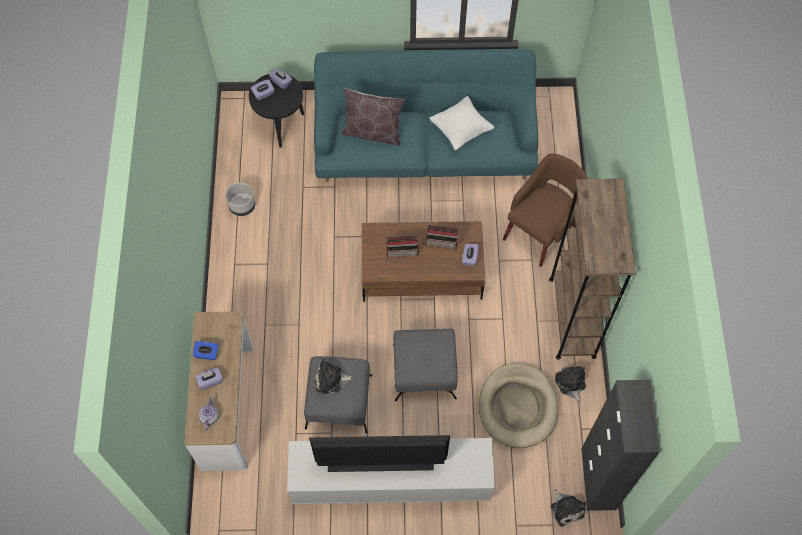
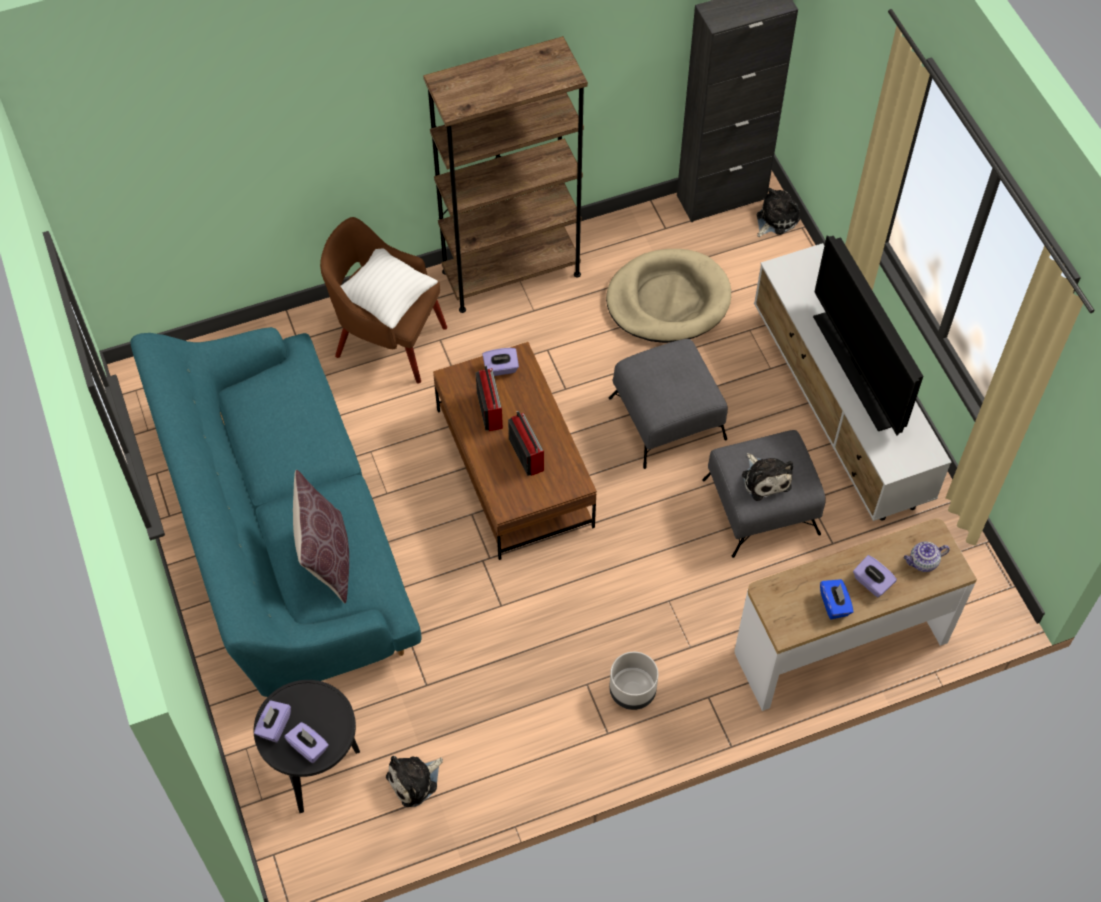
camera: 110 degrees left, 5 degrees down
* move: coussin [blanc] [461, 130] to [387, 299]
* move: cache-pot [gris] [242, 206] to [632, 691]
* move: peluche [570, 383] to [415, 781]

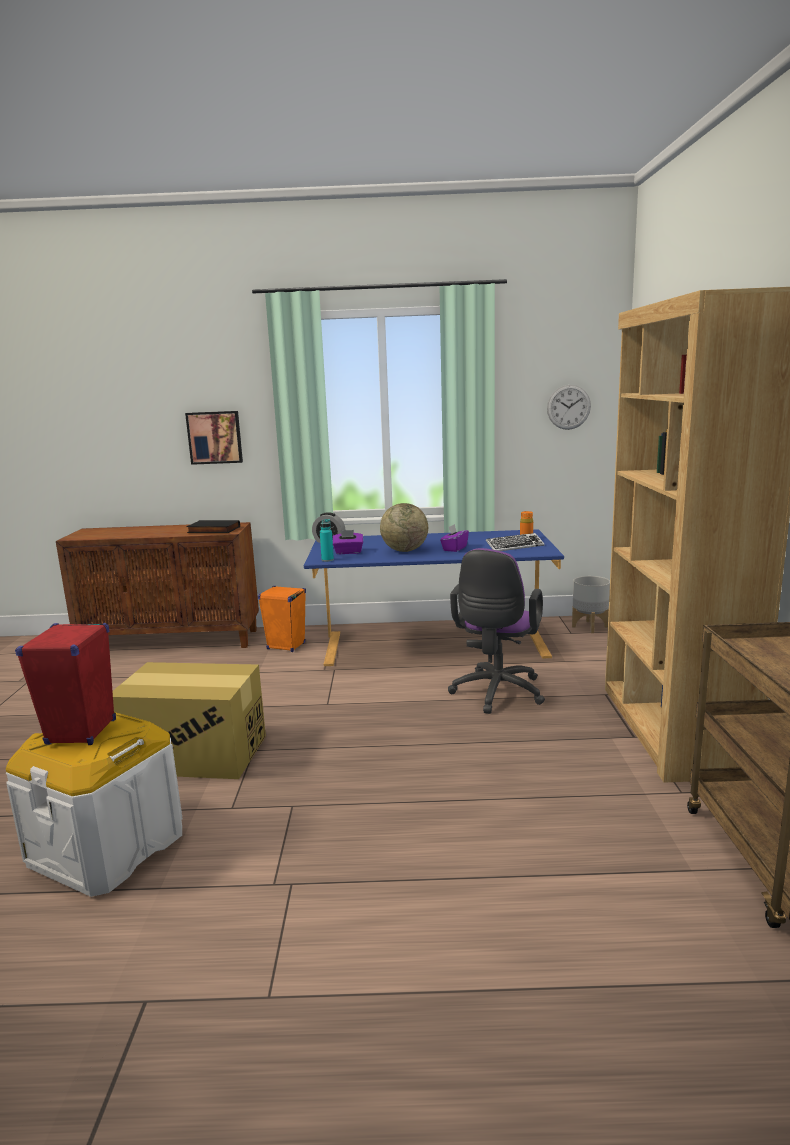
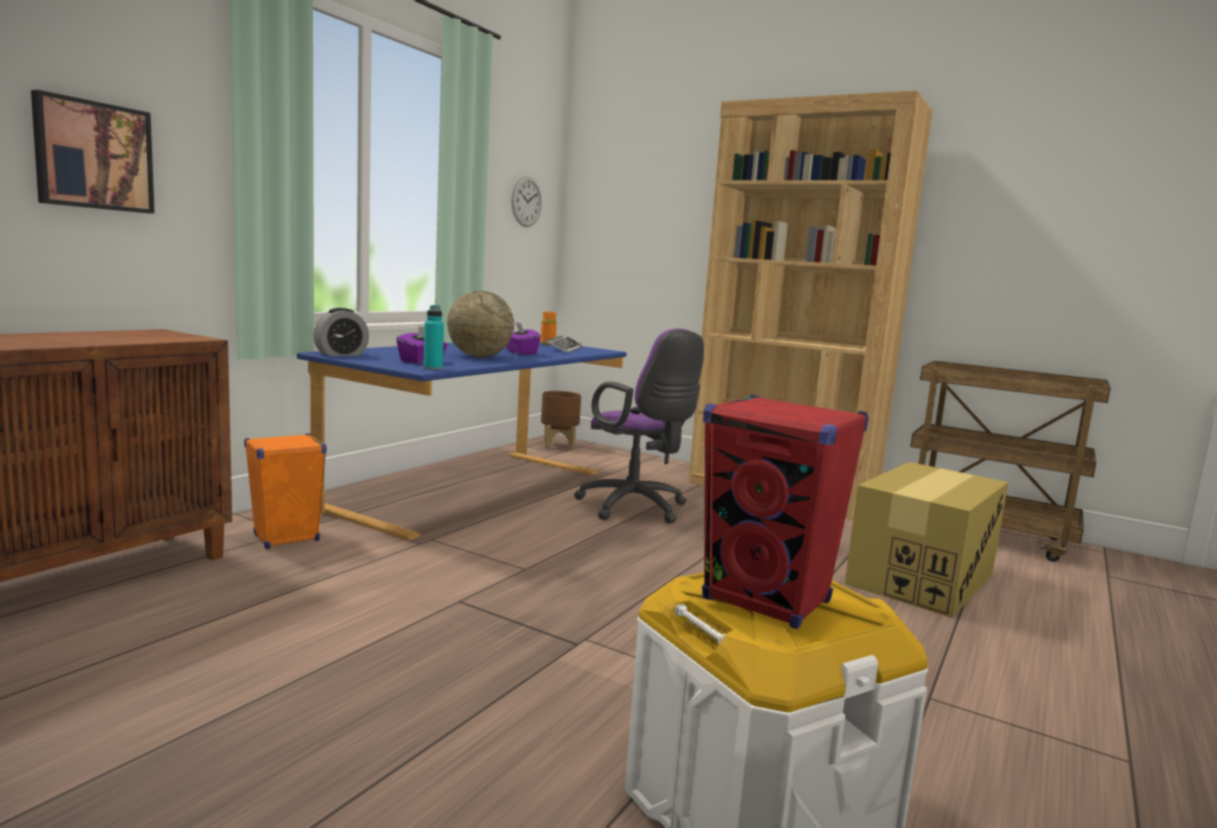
camera: 60 degrees left, 5 degrees down
* delete: livre [noir] [213, 530]
* recolor: cache-pot [gris] [590, 627] to cache-pot [marron] [559, 446]
* move: carton [195, 754] to [921, 578]

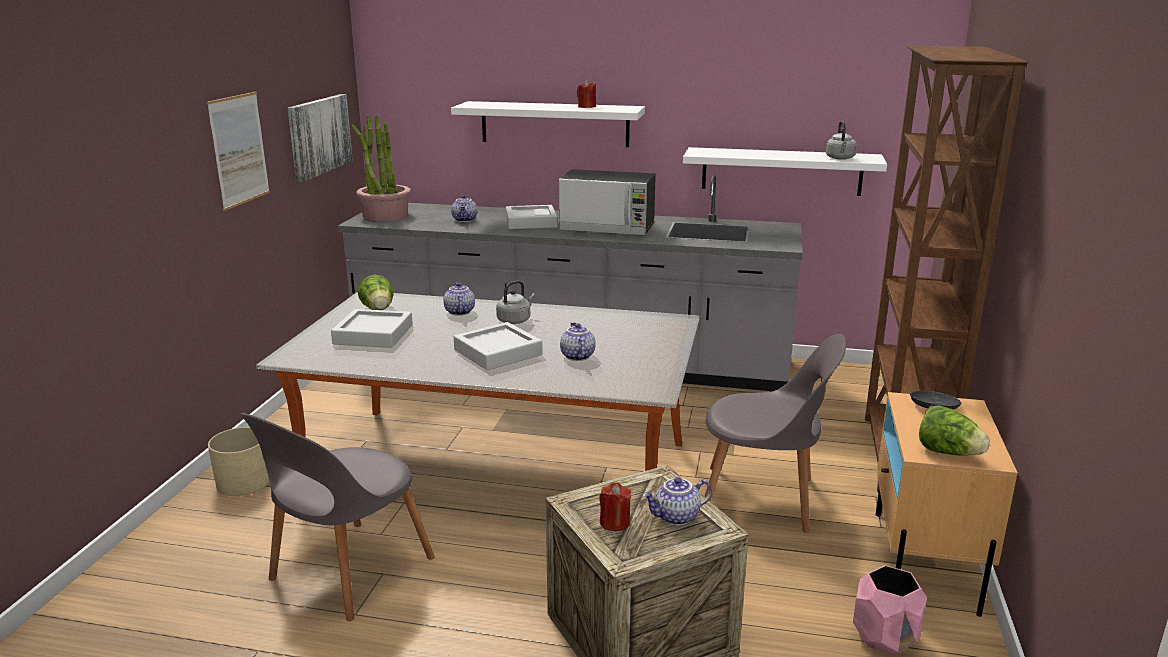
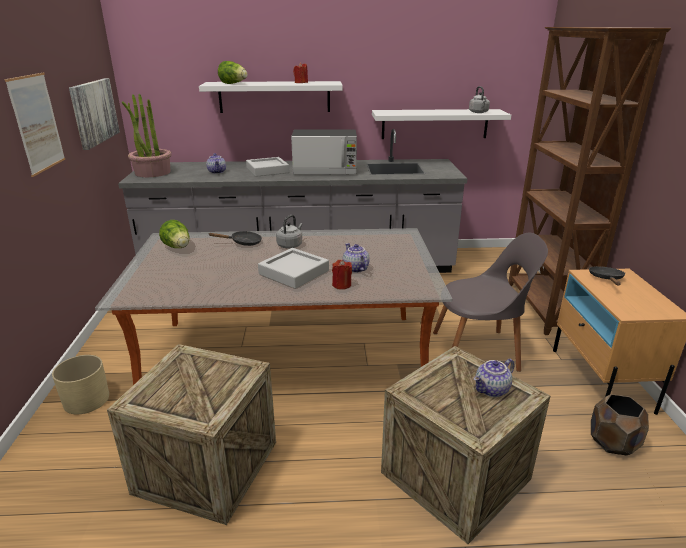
camera: 15 degrees left, 5 degrees up
* replace: théière [459, 312] to poêle [noir] [243, 242]
* delete: plateau [gris] [373, 334]
* move: laitue [948, 453] to [233, 84]
* replace: chaise [gris] [347, 572] to caisse [207, 467]
* move: bougie [rouge] [614, 523] to [341, 285]
* recolor: cache-pot [rose] [886, 637] to cache-pot [marron] [613, 442]

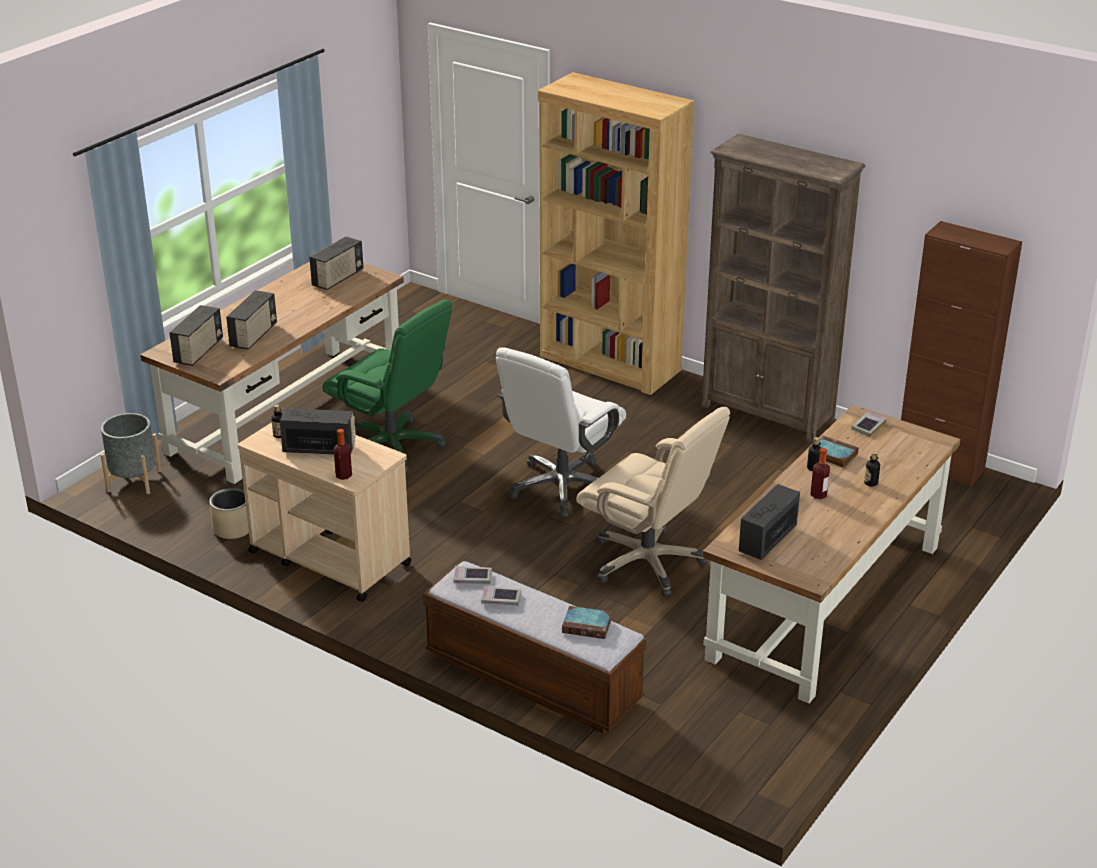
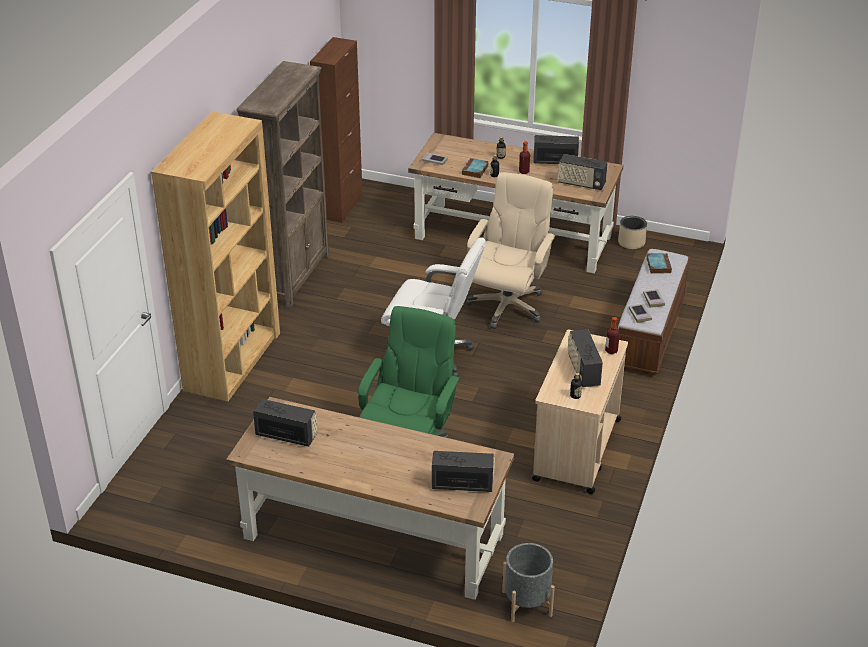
camera: 105 degrees left, 5 degrees up
* move: radio [254, 336] to [555, 161]
* move: cache-pot [beige] [233, 528] to [631, 243]

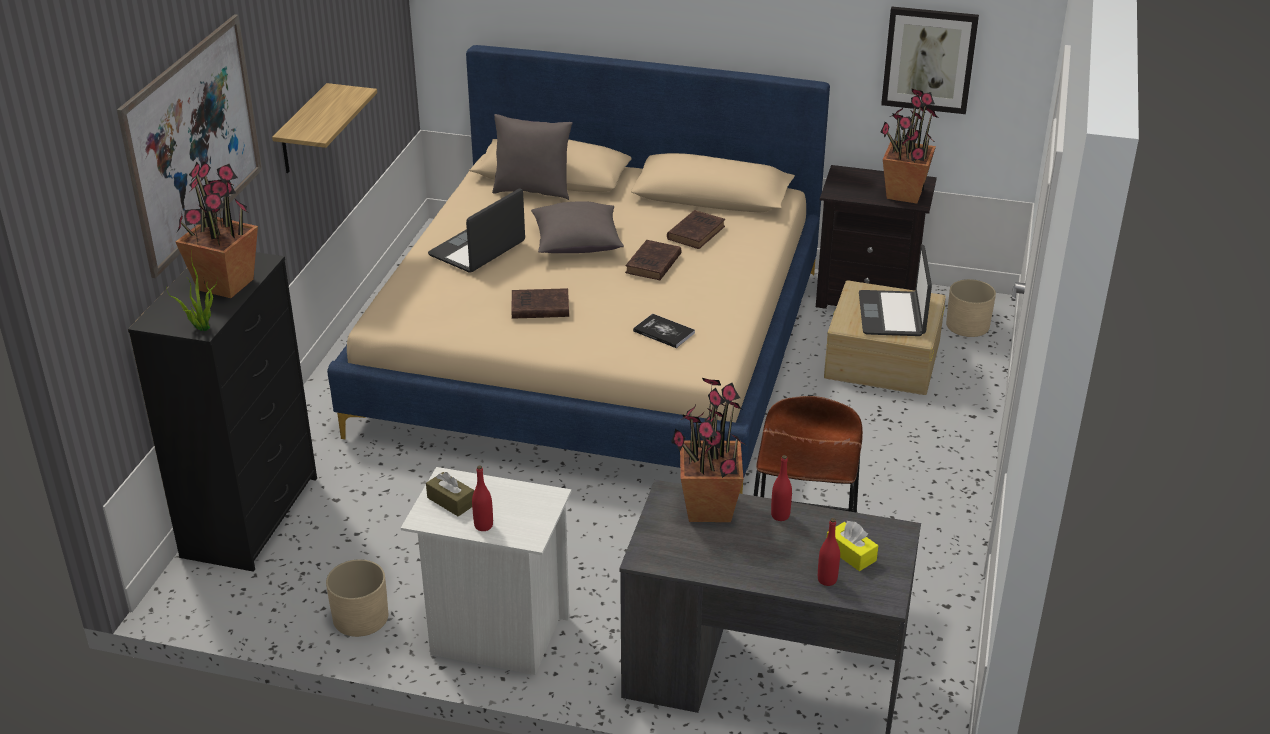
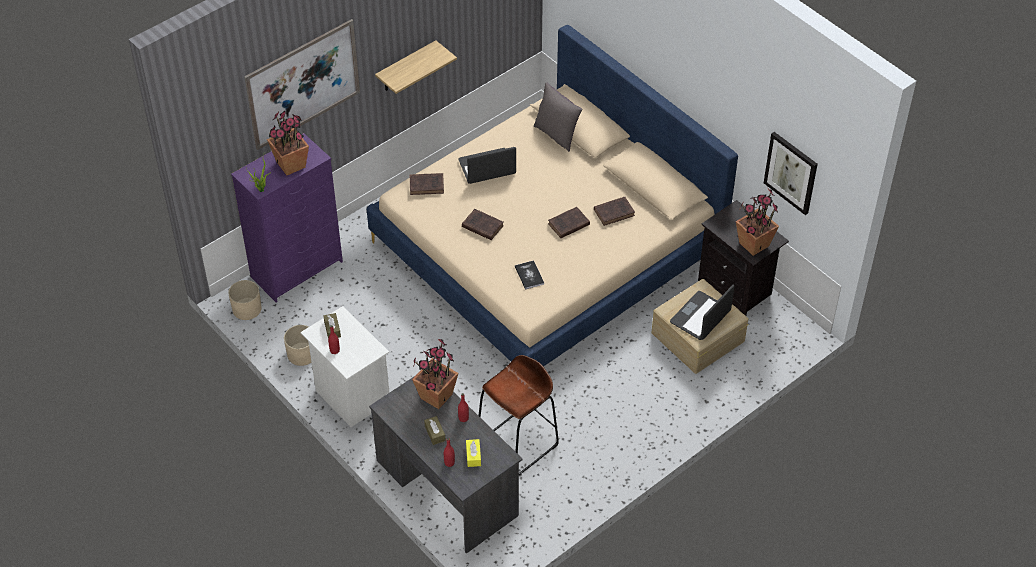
camera: 35 degrees right, 15 degrees up
* delete: coussin [gris] [577, 244]
* recolor: commode [noir] [251, 515] to commode [violet] [297, 269]
* move: cache-pot [beige] [968, 325] to [247, 309]
* insert: livre [marron] [427, 185]
* insert: boîte à mouchoirs [marron] [435, 433]

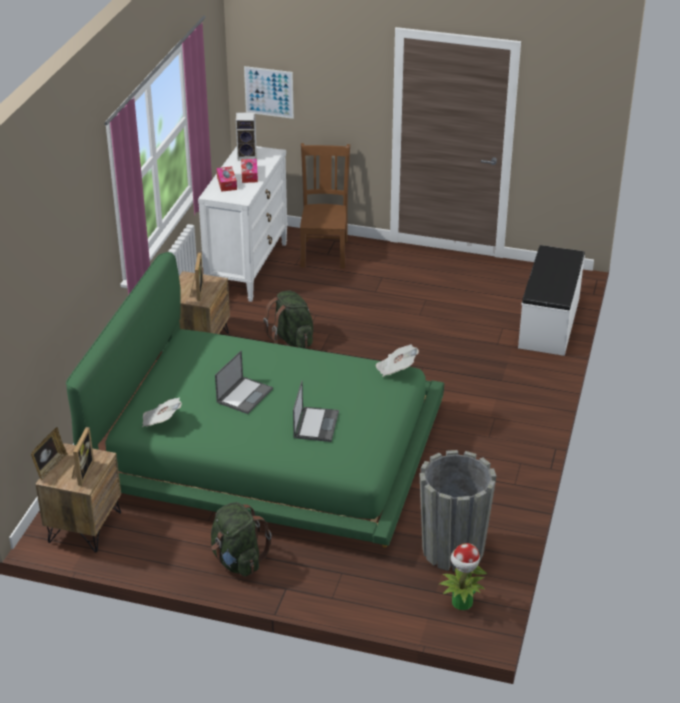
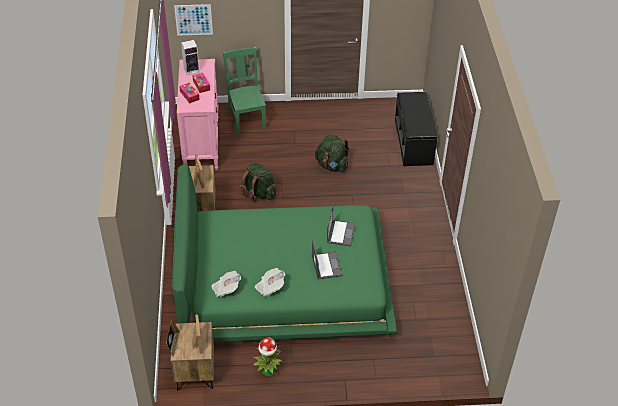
camera: 20 degrees left, 10 degrees up
* recolor: chaise [marron] [324, 252] to chaise [vert] [246, 119]
* recolor: commode [blanc] [247, 268] to commode [rose] [201, 143]
* recolor: banc [blanc] [550, 323] to banc [noir] [414, 142]
* move: journal [396, 369] to [270, 287]
* move: ordinateur portable [245, 395] to [341, 233]
* delete: cache-pot [gris] [453, 549]
* move: sac à dos [vert] [238, 561] to [332, 165]
* move: plante en pot [462, 603] to [268, 370]

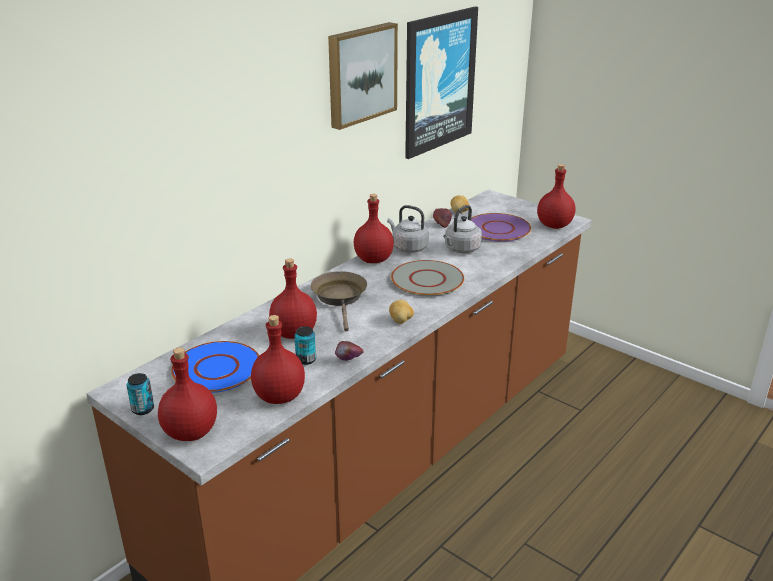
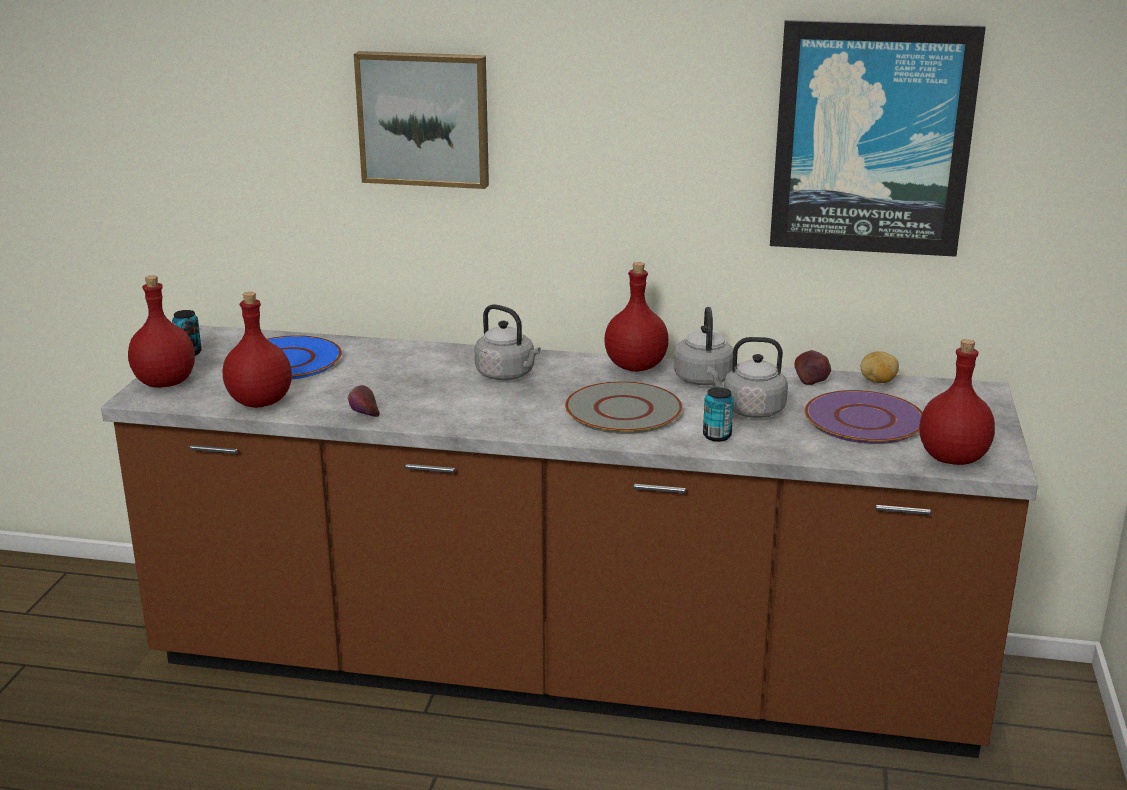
camera: 60 degrees right, 5 degrees down
* move: tableau [360, 74] to [424, 118]
* delete: bouteille [rouge] [294, 333]
* replace: poêle [marron] [340, 298] to bouilloire [gris] [507, 375]
* delete: pomme de terre [401, 321]
* move: boîte métallique [306, 360] to [717, 436]

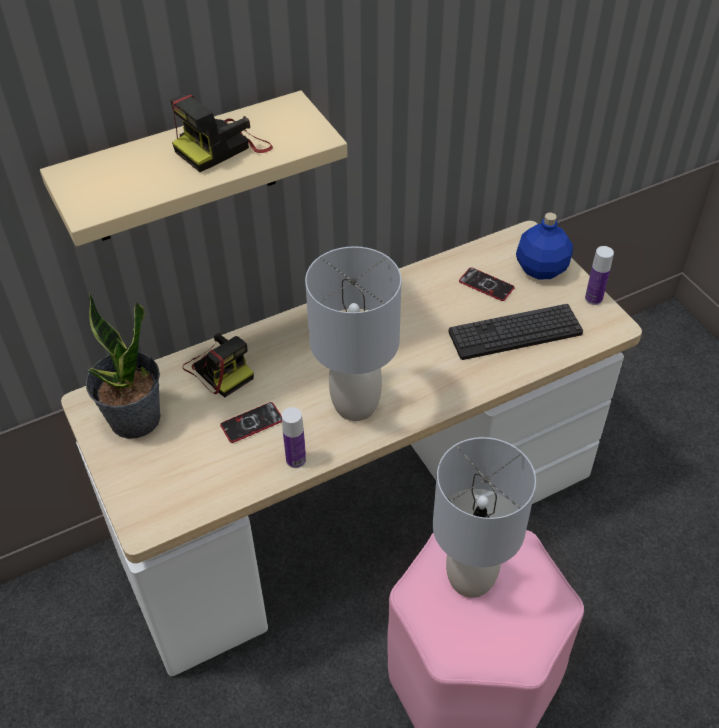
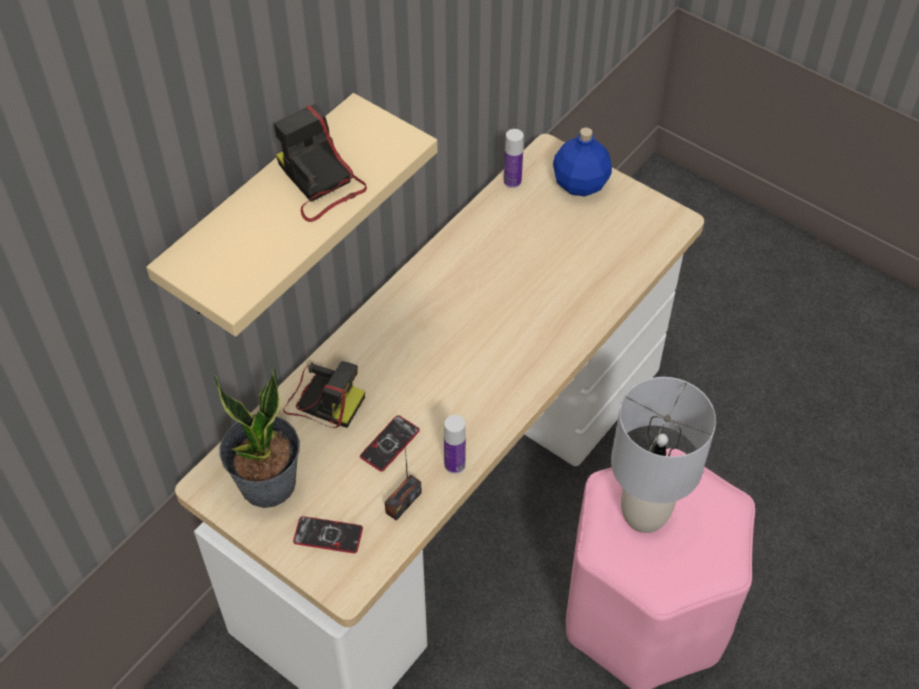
camera: 25 degrees left, 5 degrees up
* rotate: appareil photo [222, 147] = [319, 182] 120 degrees clockwise
* delete: lampe de table [gris] [354, 405]
* move: bouteille [593, 298] to [512, 181]
* move: téléphone [486, 285] to [328, 535]
* delete: clavier [515, 332]
* insert: radio [403, 502]

